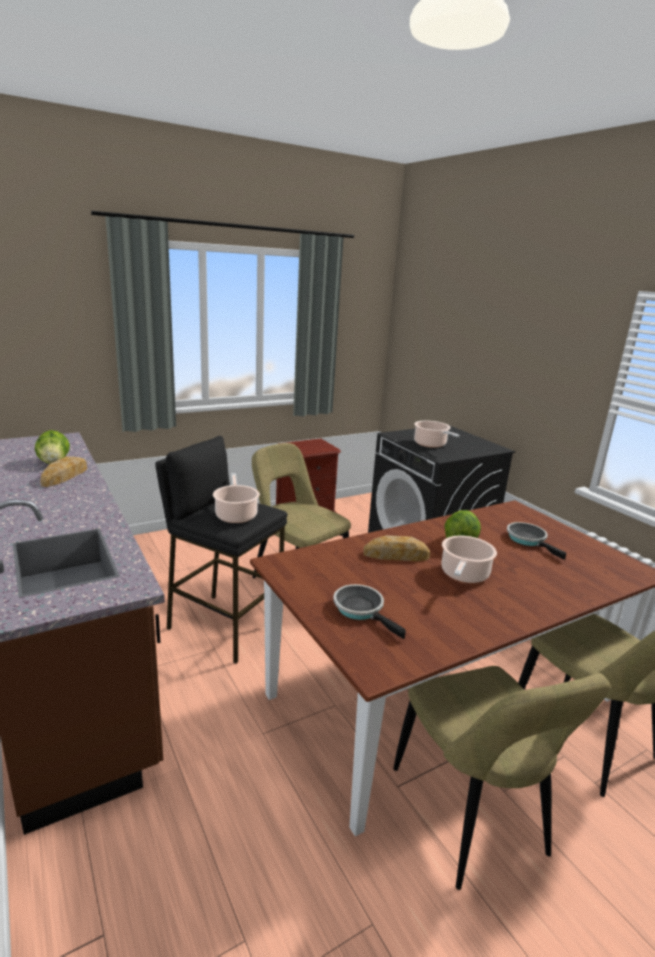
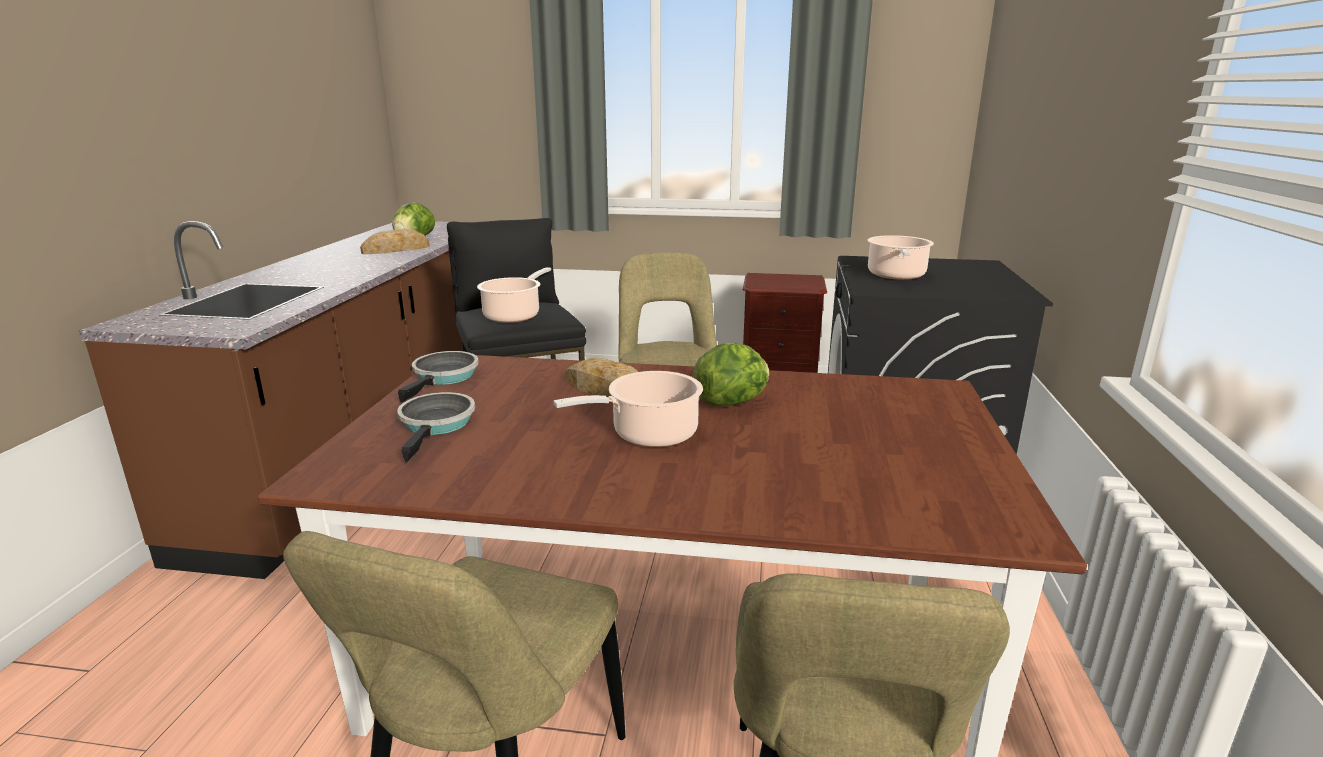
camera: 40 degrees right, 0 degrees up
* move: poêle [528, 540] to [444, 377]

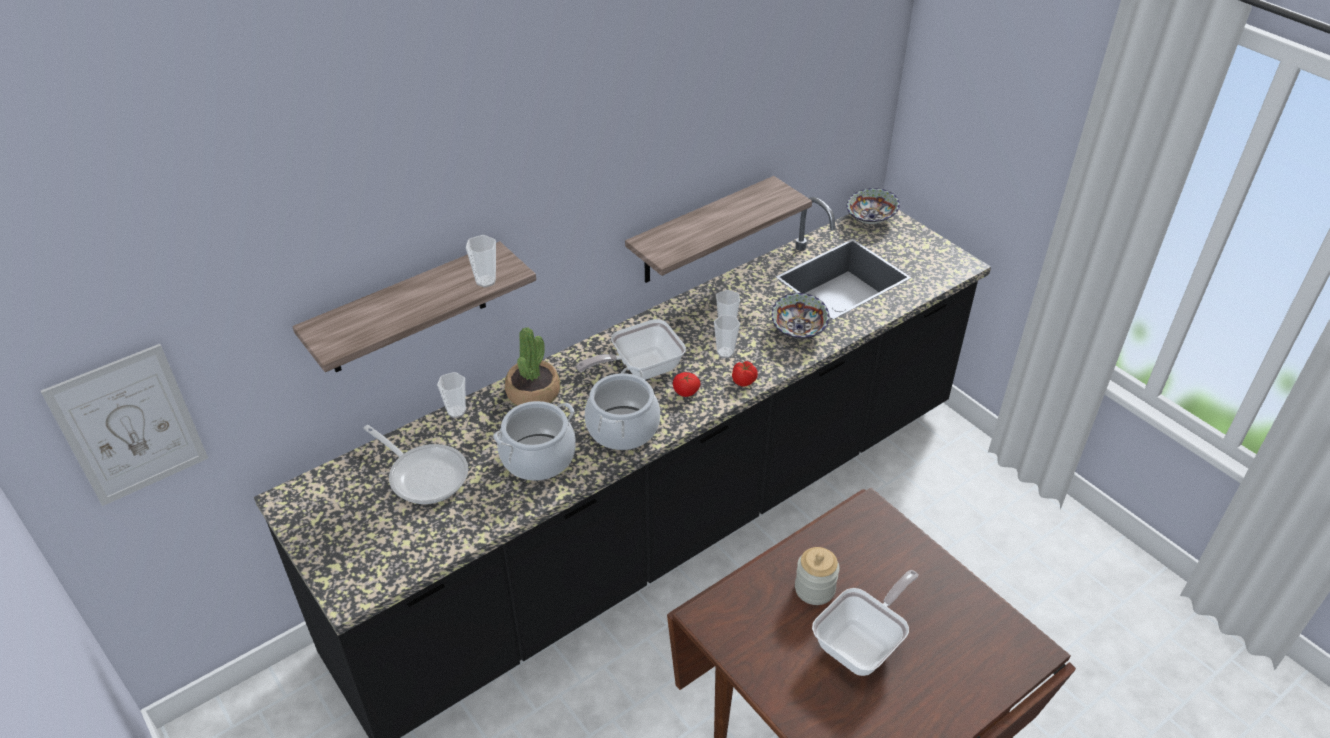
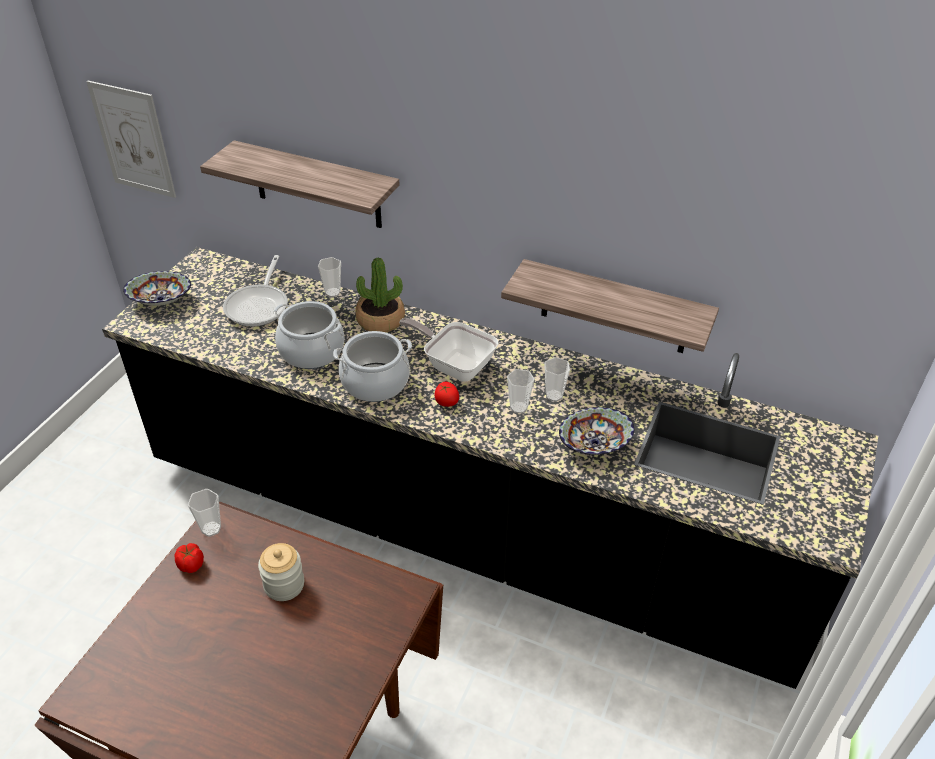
camera: 60 degrees right, 0 degrees up
* move: bol [871, 219] to [161, 301]
* move: tasse [486, 281] to [211, 529]
* move: tomate [744, 381] to [191, 565]
* delete: poêle [862, 644]

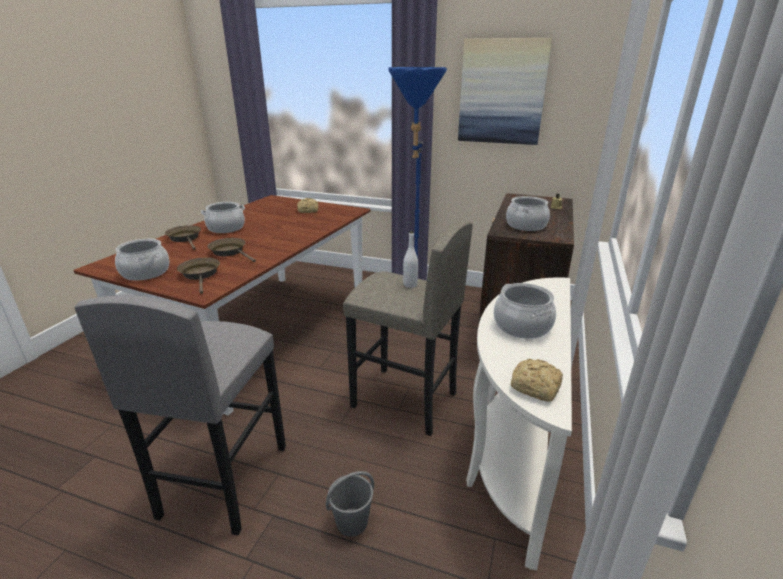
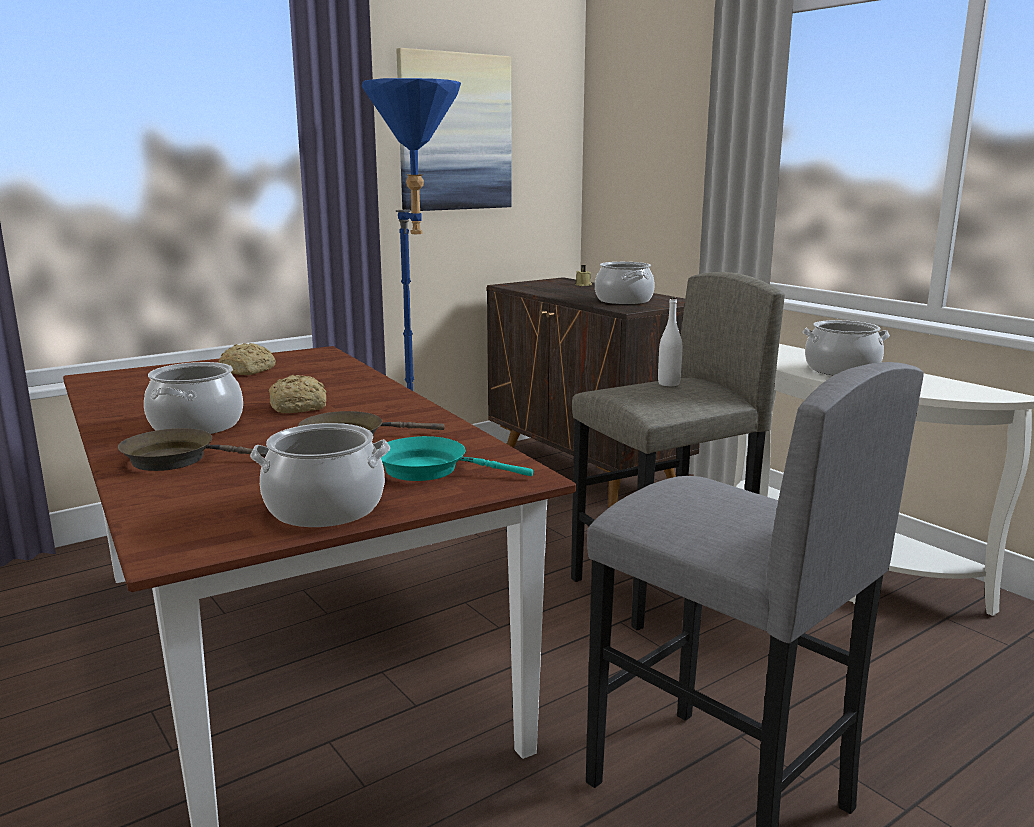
camera: 55 degrees left, 10 degrees down
* recolor: poêle [marron] [200, 275] to poêle [turquoise] [429, 469]
* move: pain [536, 388] to [300, 407]
* delete: seau [gris] [351, 522]

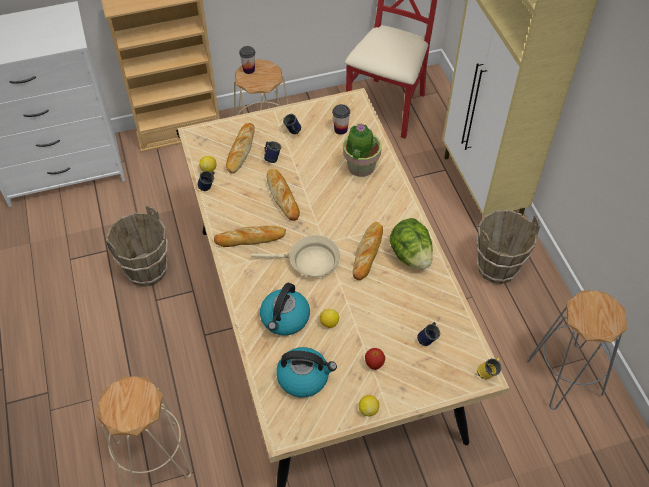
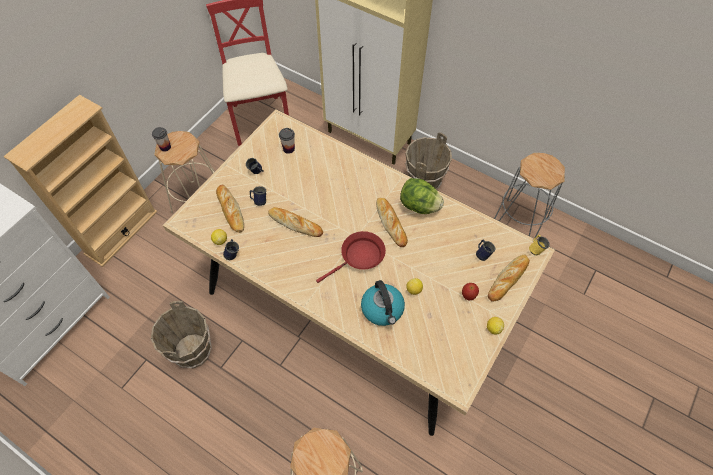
camera: 40 degrees left, 5 degrees up
* delete: plante en pot [360, 167]
* move: pain [250, 238] to [508, 279]
* recolor: poêle [beige] [309, 261] to poêle [rouge] [359, 257]
* delete: bouilloire [304, 377]

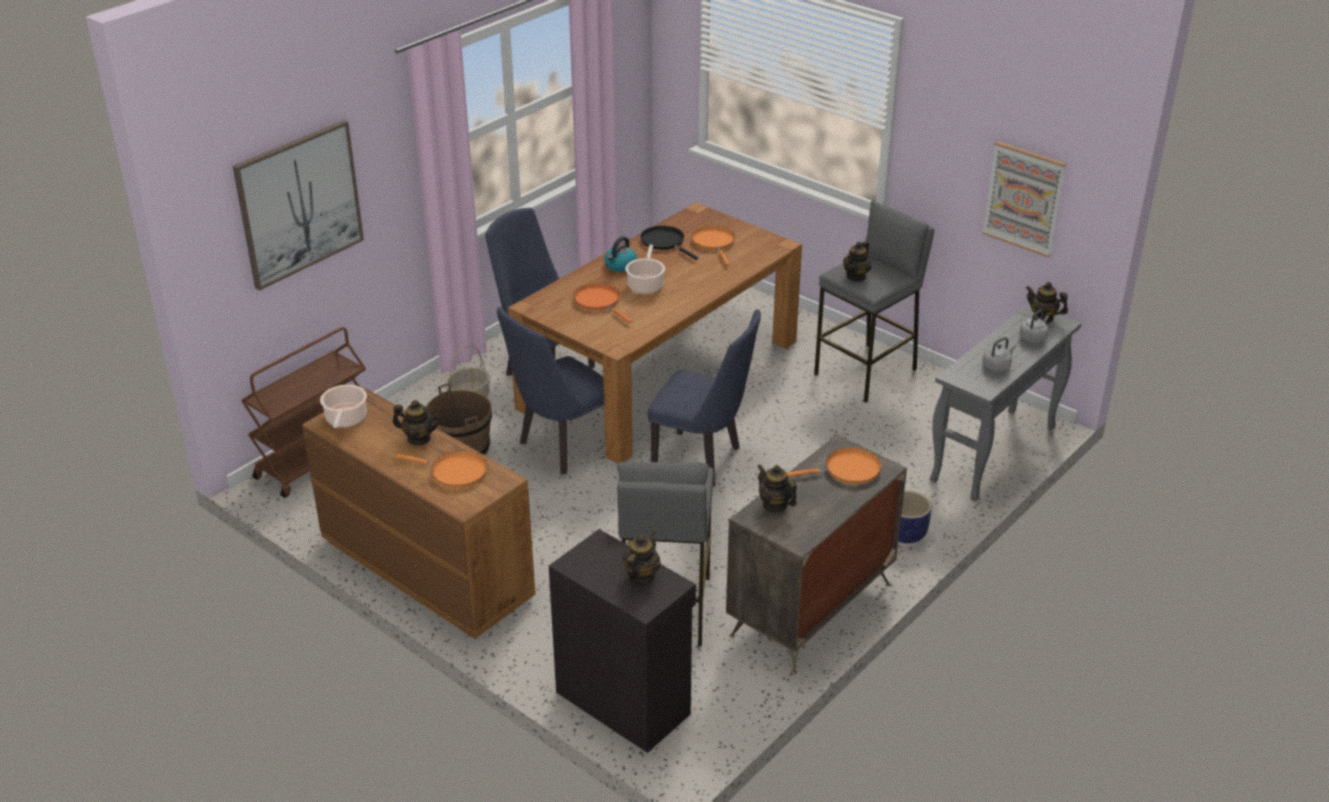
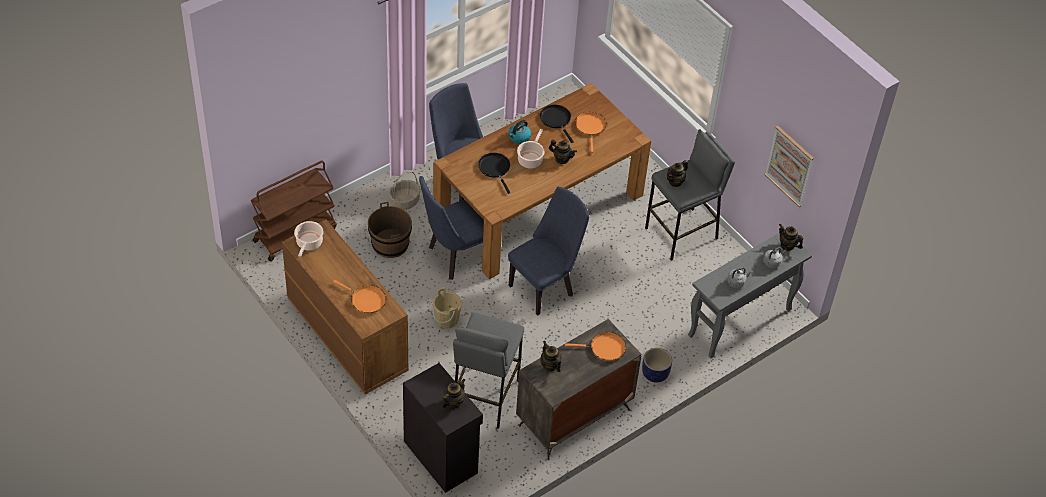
camera: 10 degrees right, 15 degrees up
* delete: tableau [299, 204]
* recolor: poêle [orange] [599, 301] to poêle [noir] [495, 169]
* rotate: chaise [bleu] [703, 460] = [545, 287] 75 degrees counterclockwise
* move: théière [419, 438] to [562, 159]
* insert: seau [beige] [447, 319]

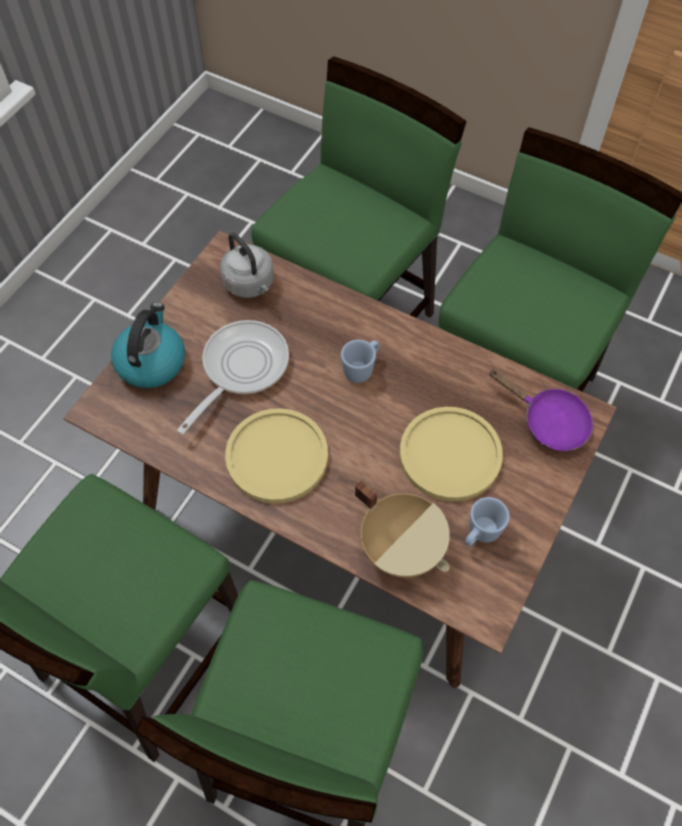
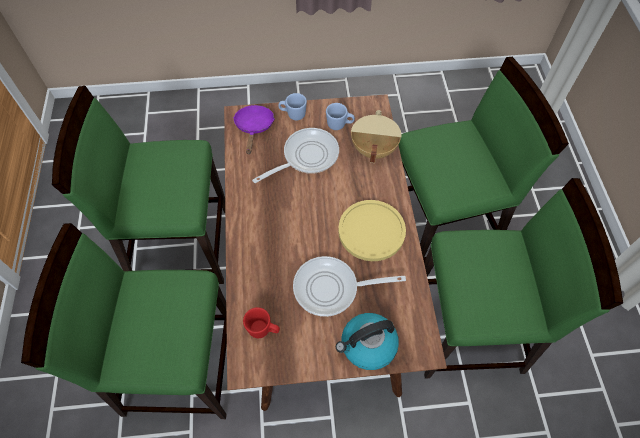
camera: 125 degrees left, 0 degrees up
* replace: bouilloire [gris] [250, 284] to mug [rouge] [263, 330]
* move: mug [bleu] [361, 369] to [293, 114]
* replace: assiette [jaune] [450, 455] to poêle [306, 157]

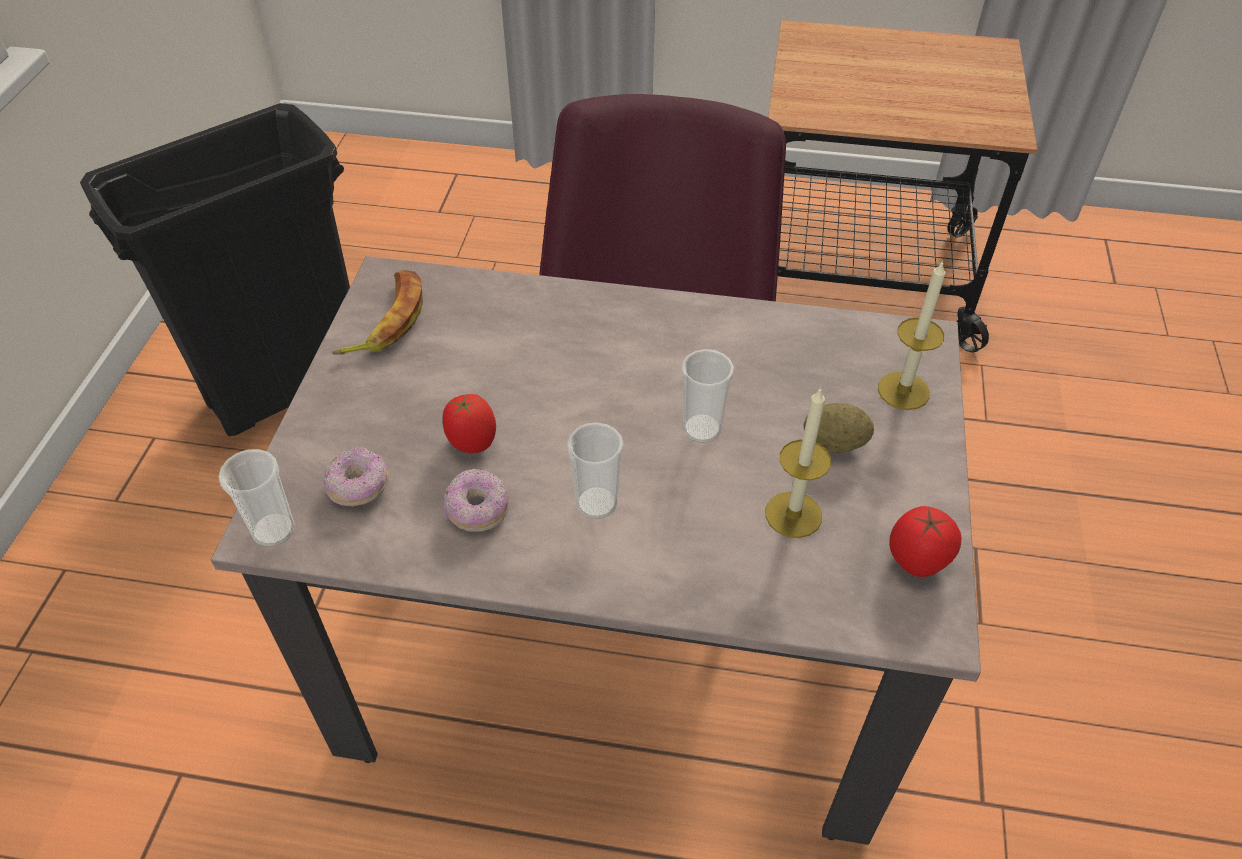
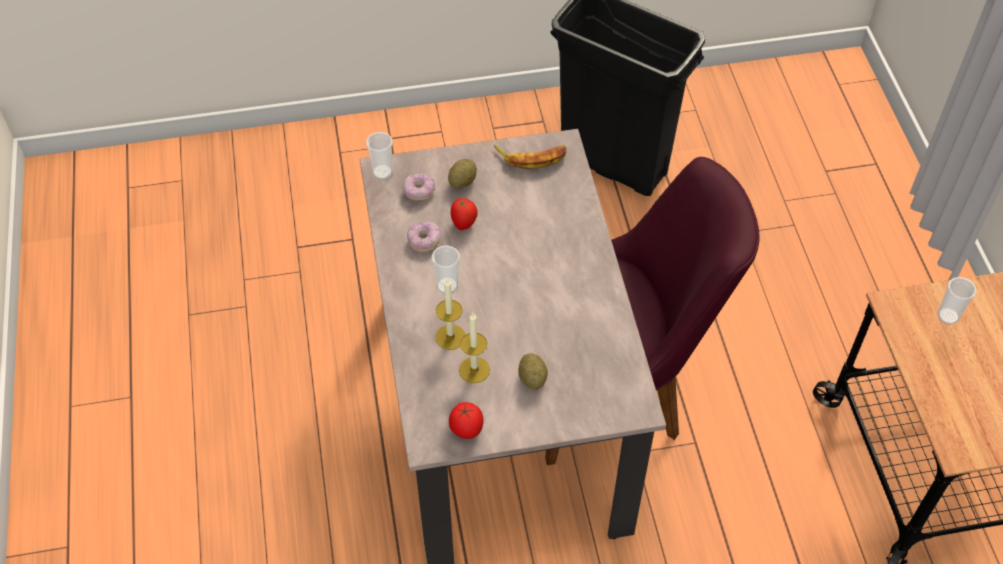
camera: 70 degrees right, 5 degrees up
* move: bougie [903, 391] to [450, 337]
* move: tasse [702, 429] to [948, 316]
* insert: pomme de terre [462, 182]

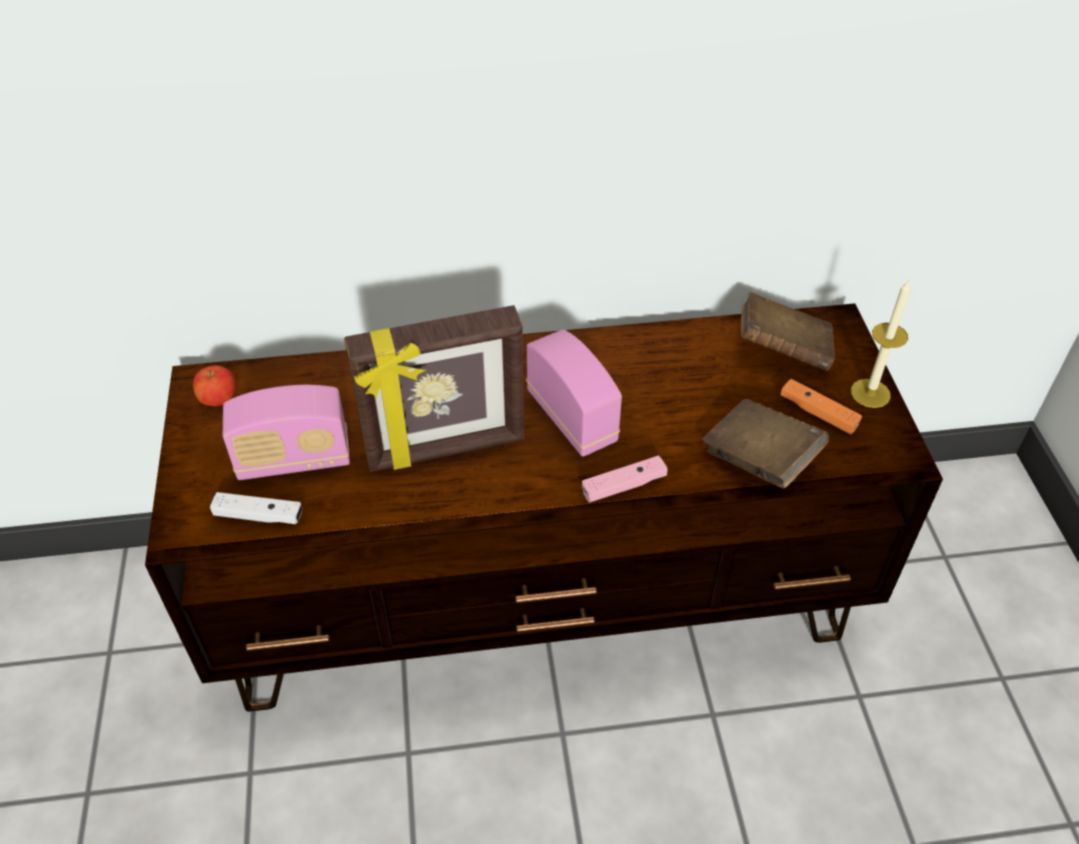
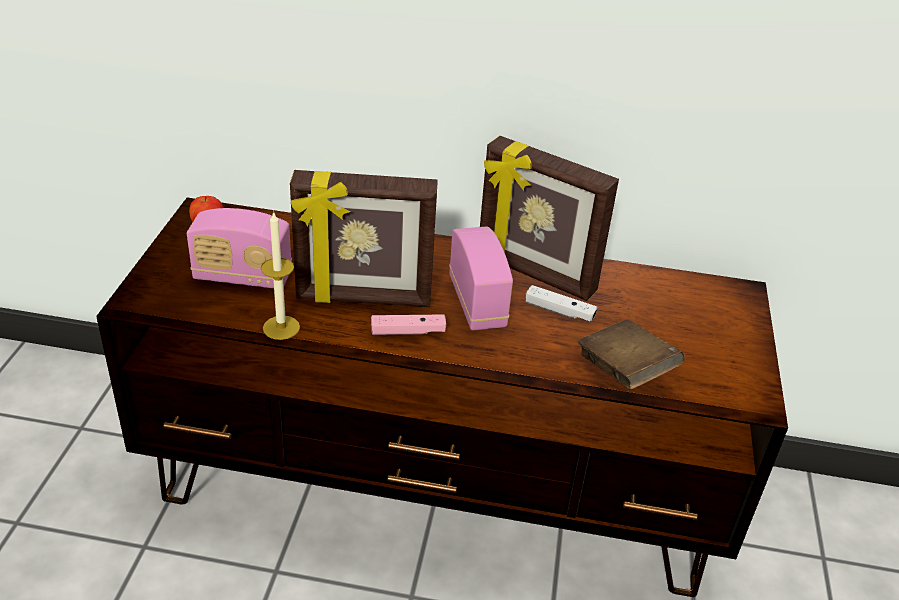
camera: 15 degrees right, 10 degrees down
* move: bougie [870, 393] to [281, 327]
* delete: livre [marron] [782, 350]
* delete: manette [orange] [818, 413]
* move: manette [rose] [624, 485] to [408, 331]
* move: manette [blanc] [258, 516] to [559, 311]
* insert: cadre photo [534, 274]

